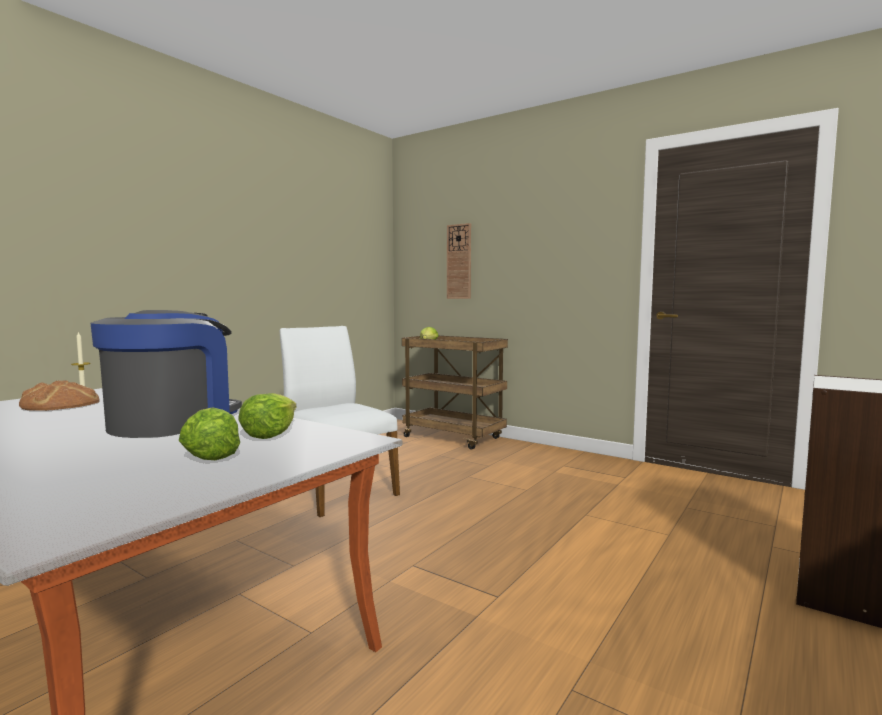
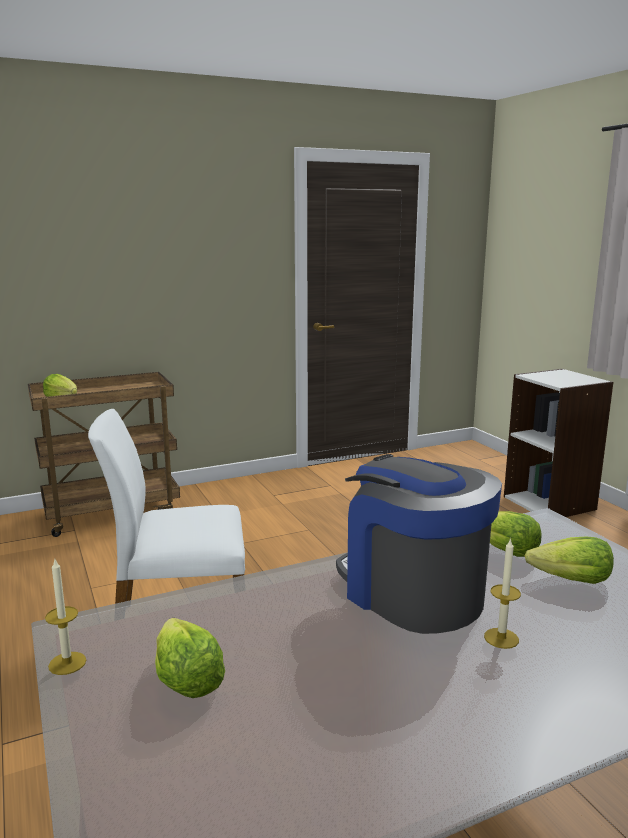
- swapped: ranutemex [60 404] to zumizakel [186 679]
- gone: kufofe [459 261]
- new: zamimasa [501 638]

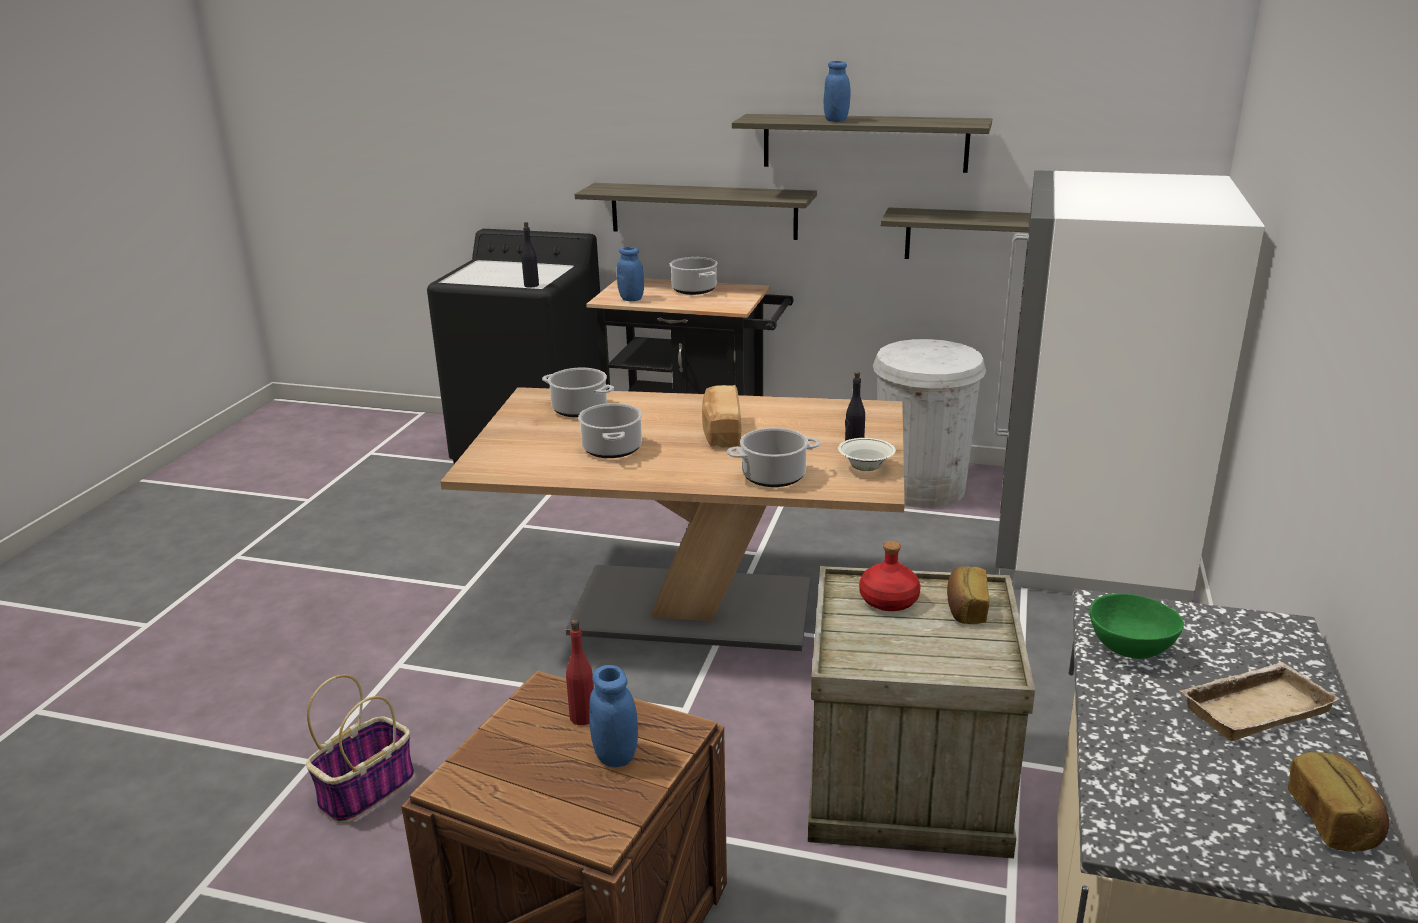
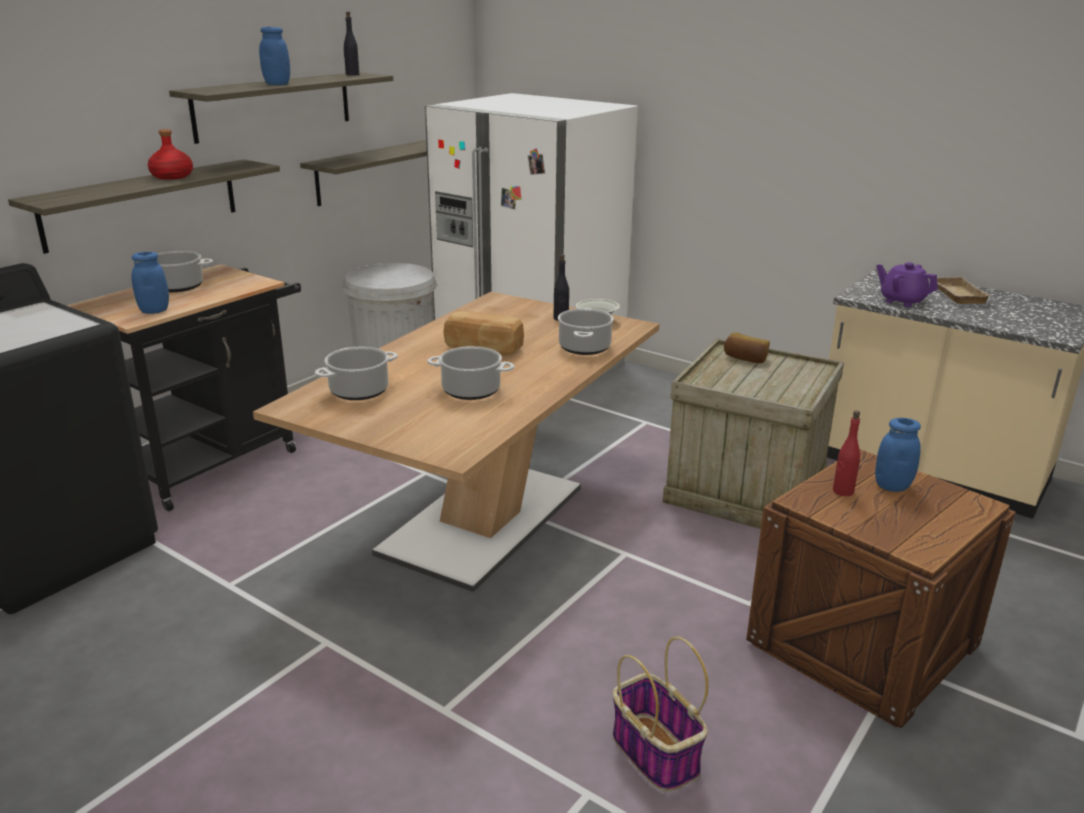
- shifted: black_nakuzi [531 285] to [352 74]
- shifted: red_nakuzi [889 600] to [172 176]
- swapped: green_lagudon [1131 650] to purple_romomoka [902 301]
- gone: ranutemex [1333 821]

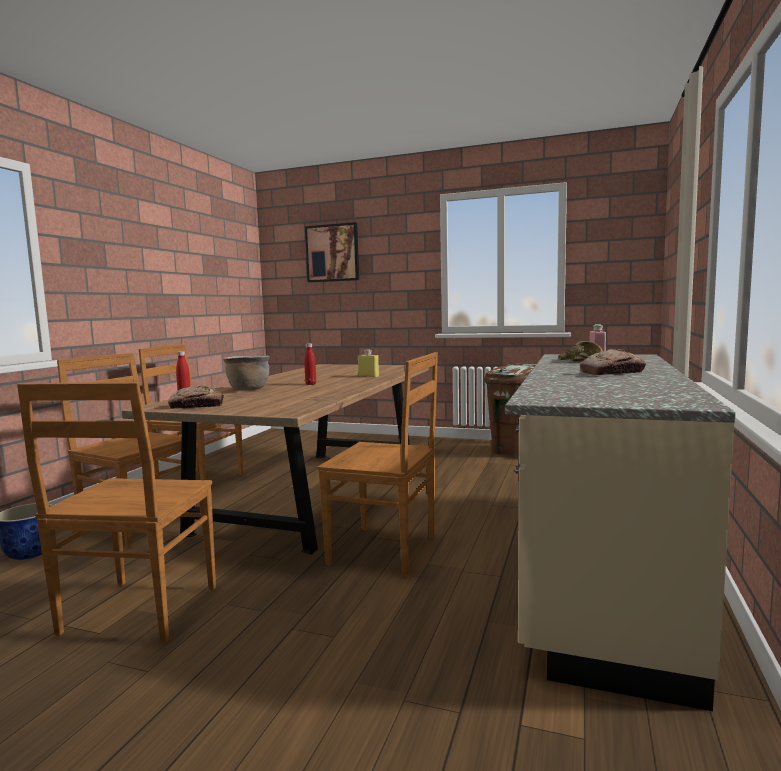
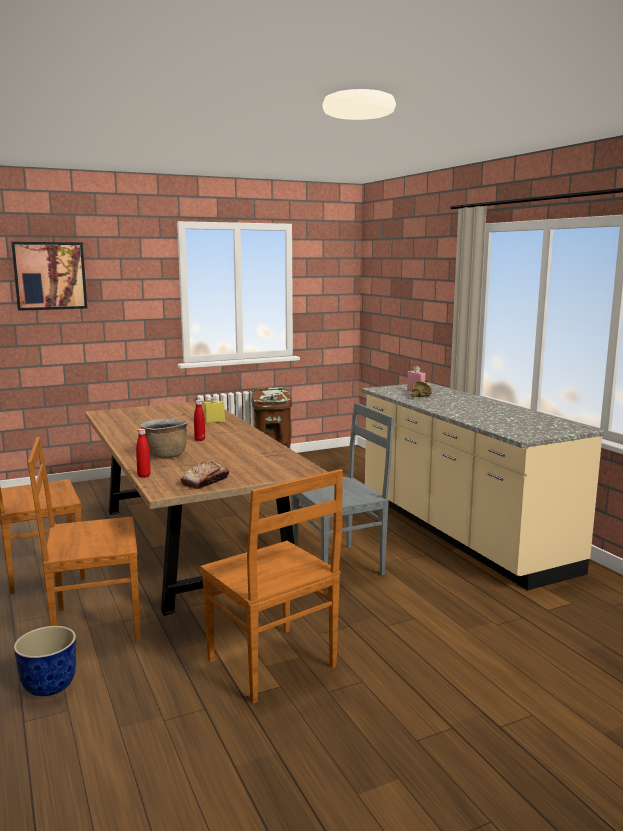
- repainted: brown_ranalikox [386 551] to grey_ranalikox [340 565]
- gone: ranutemex [612 373]

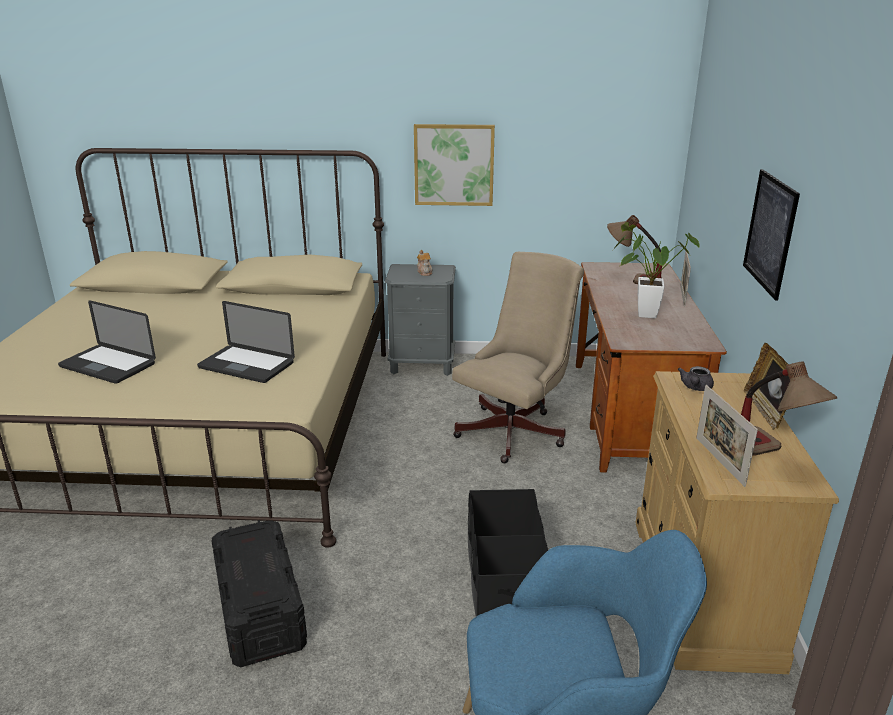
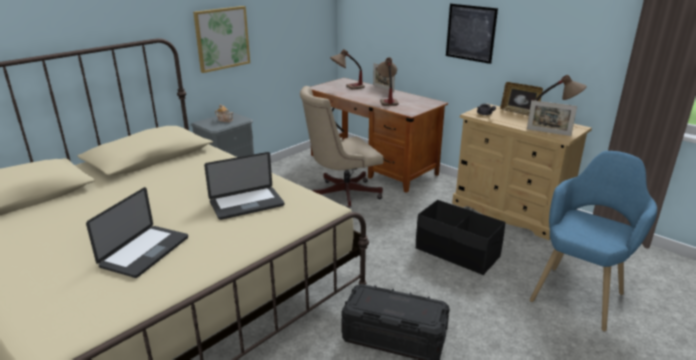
- rotated: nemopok [108 365] = [145 252] 45 degrees counterclockwise
- rotated: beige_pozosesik [516 430] = [341 195] 105 degrees counterclockwise
- swapped: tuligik [641 314] to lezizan [387 100]

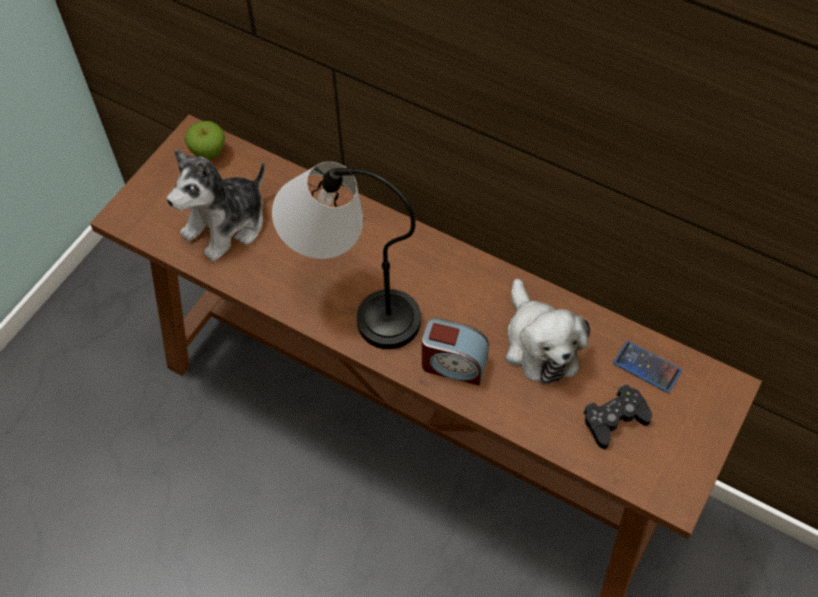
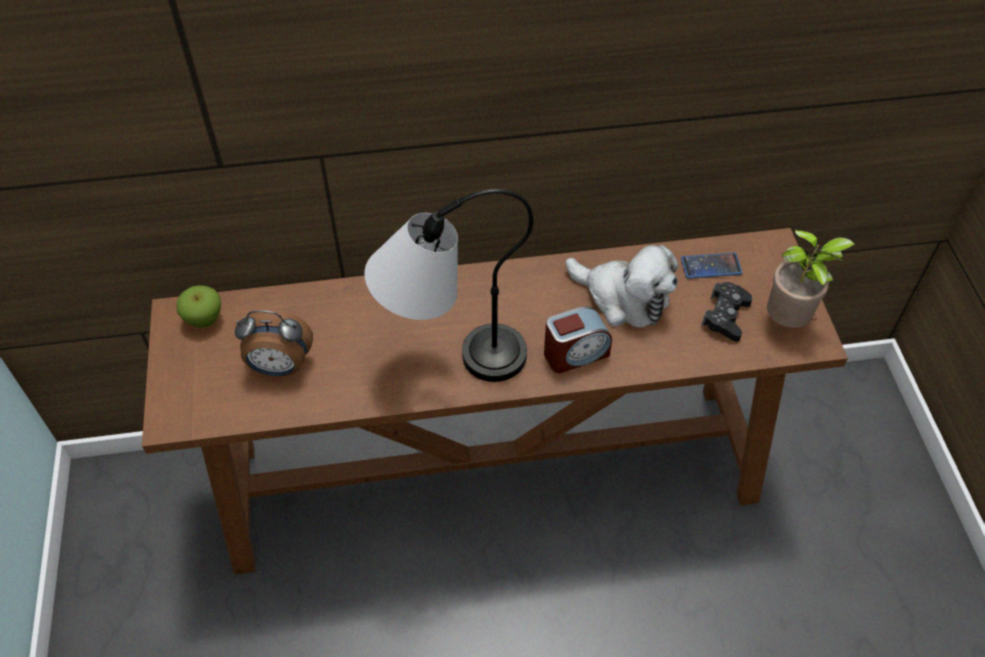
- swapped: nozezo [227 225] to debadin [280 367]
- new: tuligik [788 322]

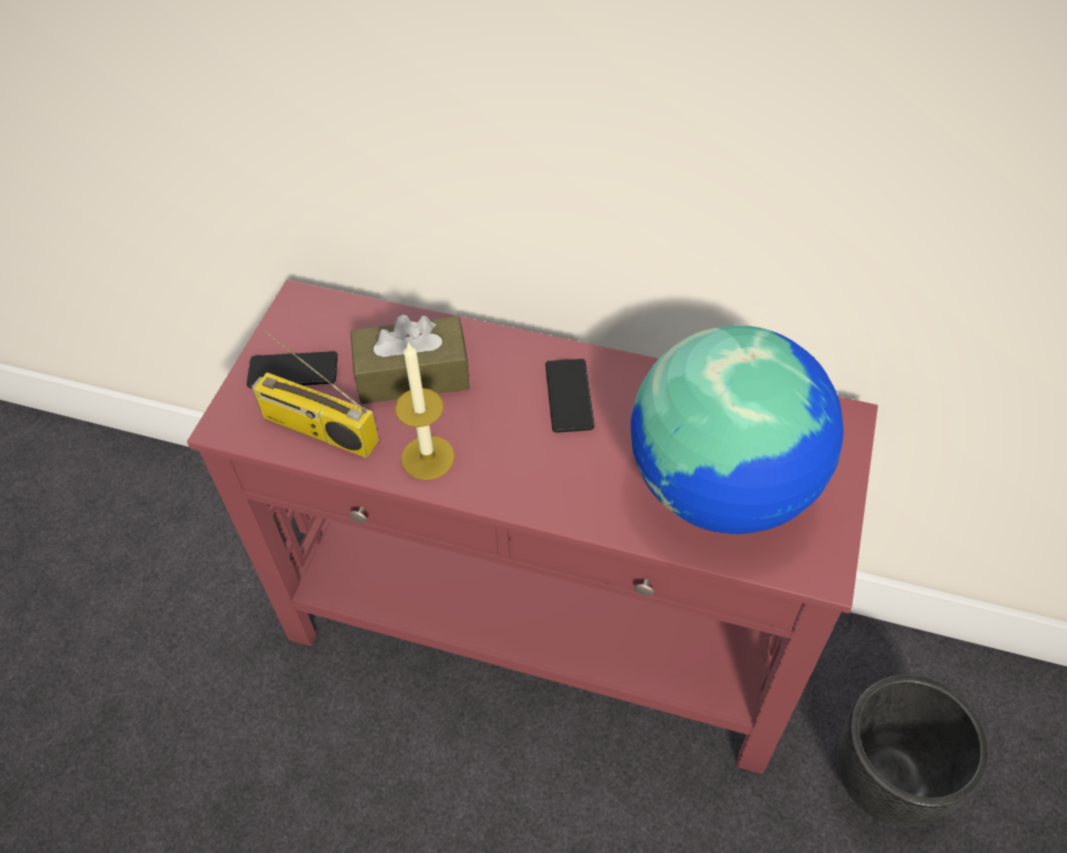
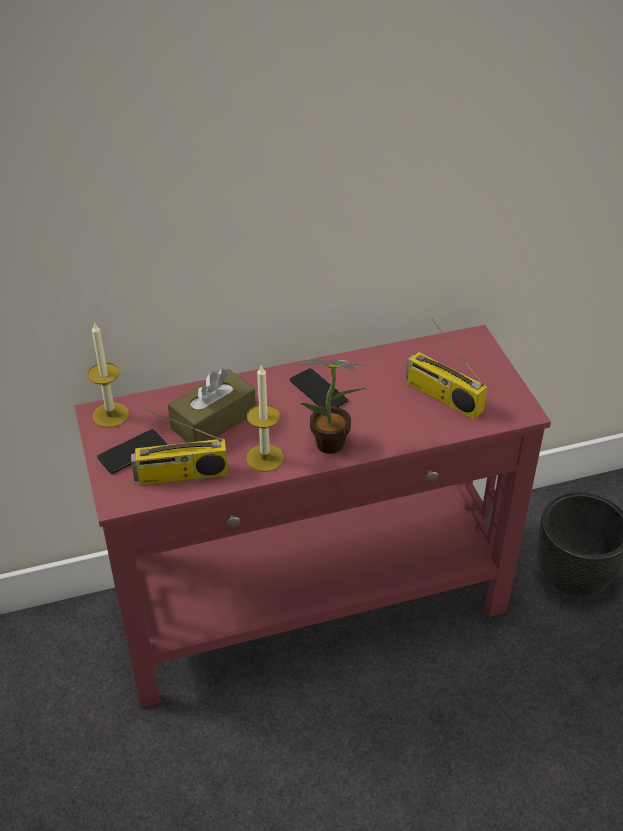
- swapped: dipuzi [723 487] to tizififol [442 397]
- new: zamimasa [110 415]
- new: tuligik [335 445]

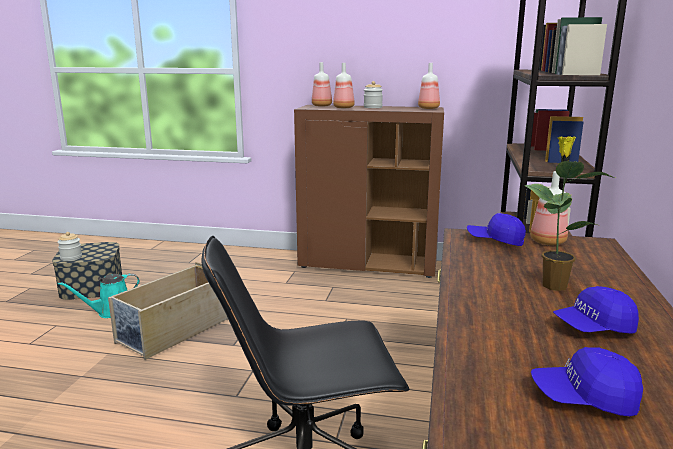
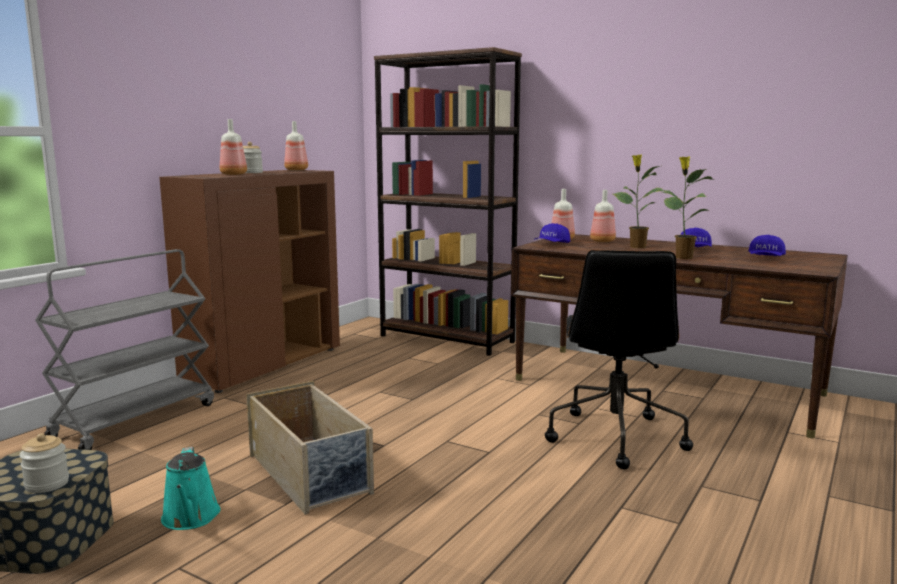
- shifted: nakuzi [322 106] to [601 241]
- new: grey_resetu [136 420]
- new: tuligik [682 257]

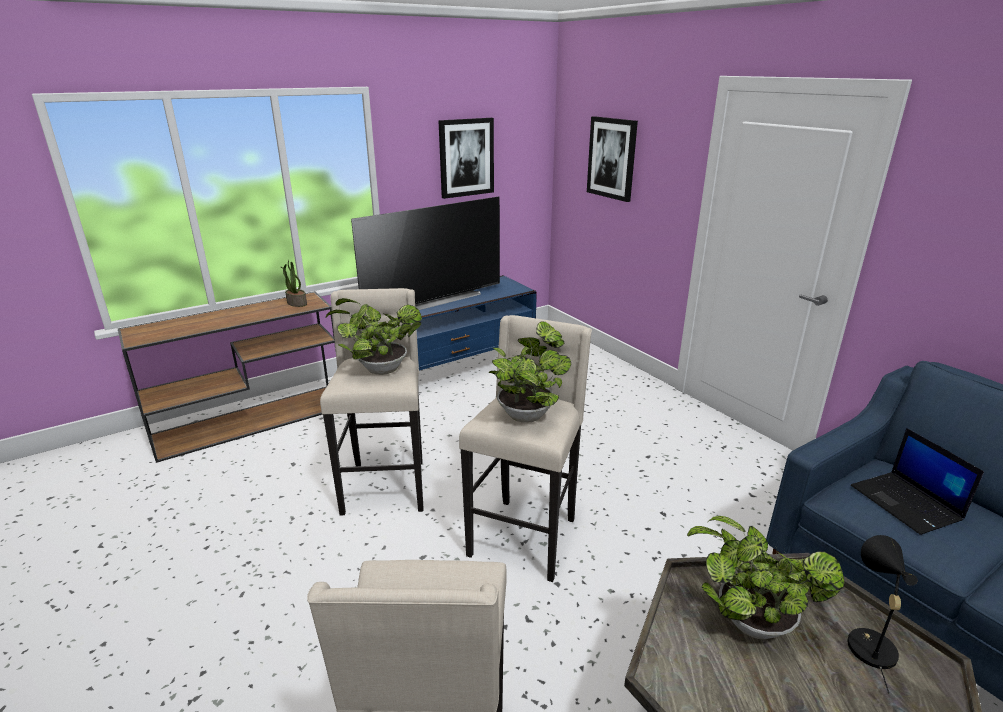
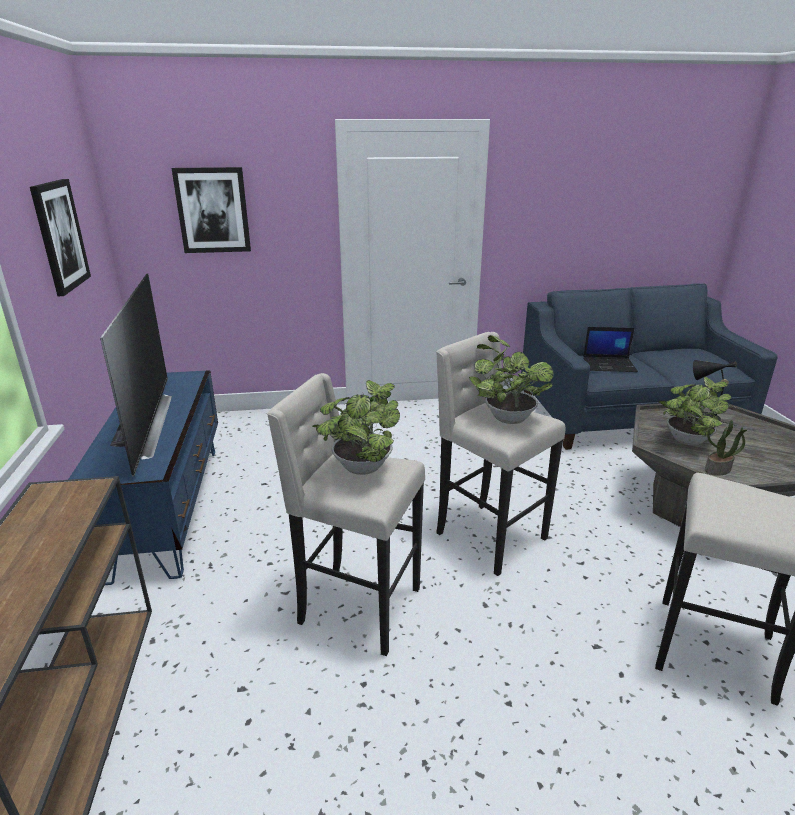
- shifted: tuligik [296 303] to [718 470]

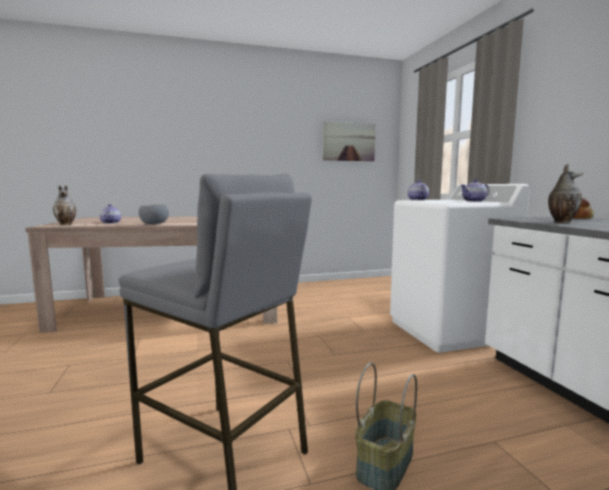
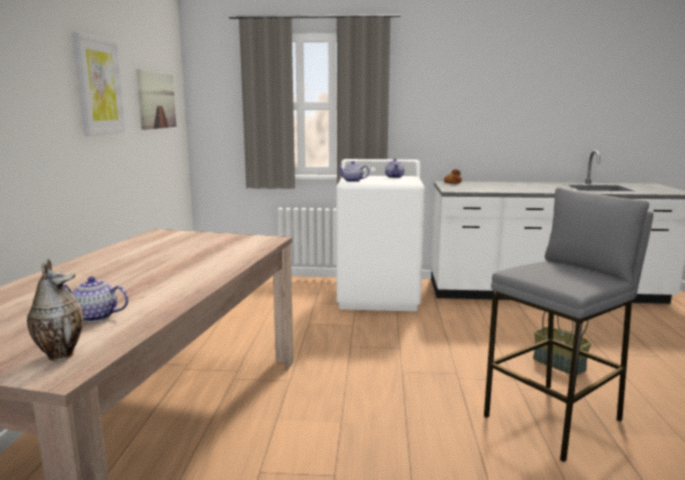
- gone: grey_lagudon [154 224]
- gone: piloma [561 222]
- new: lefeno [99 86]

